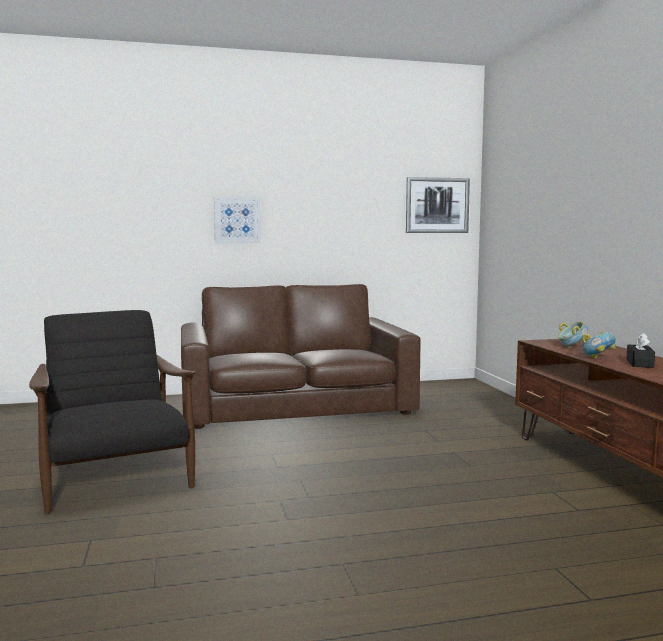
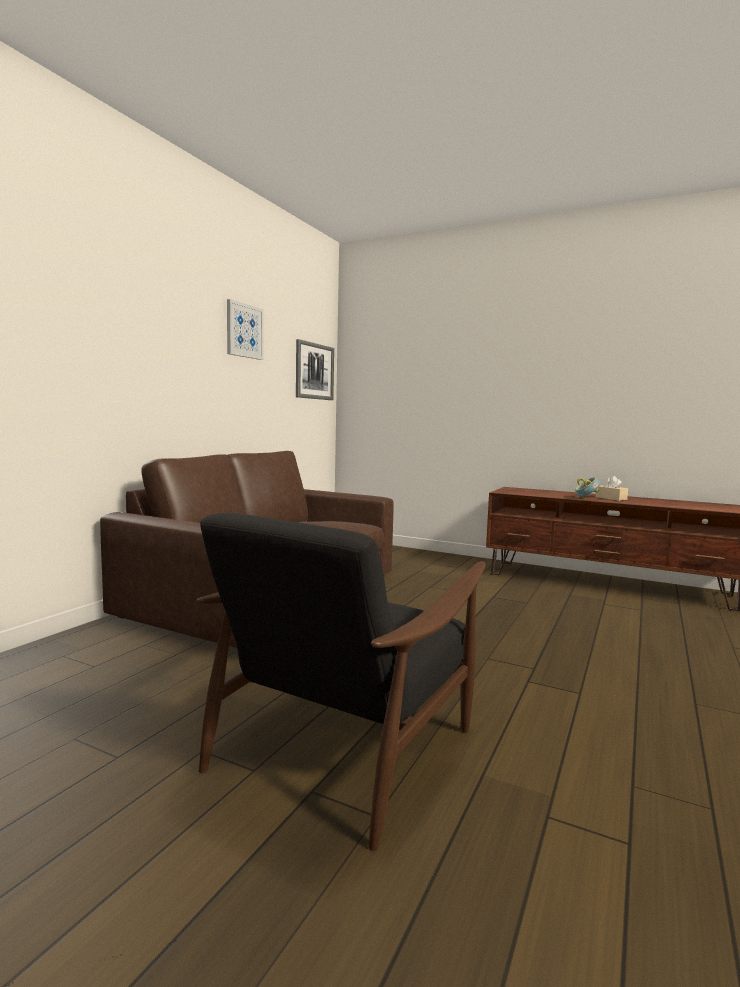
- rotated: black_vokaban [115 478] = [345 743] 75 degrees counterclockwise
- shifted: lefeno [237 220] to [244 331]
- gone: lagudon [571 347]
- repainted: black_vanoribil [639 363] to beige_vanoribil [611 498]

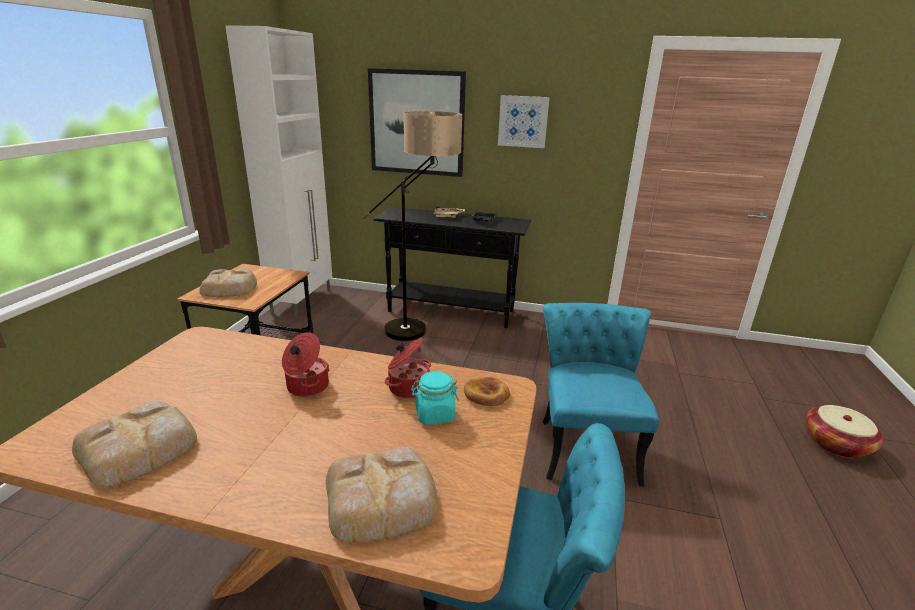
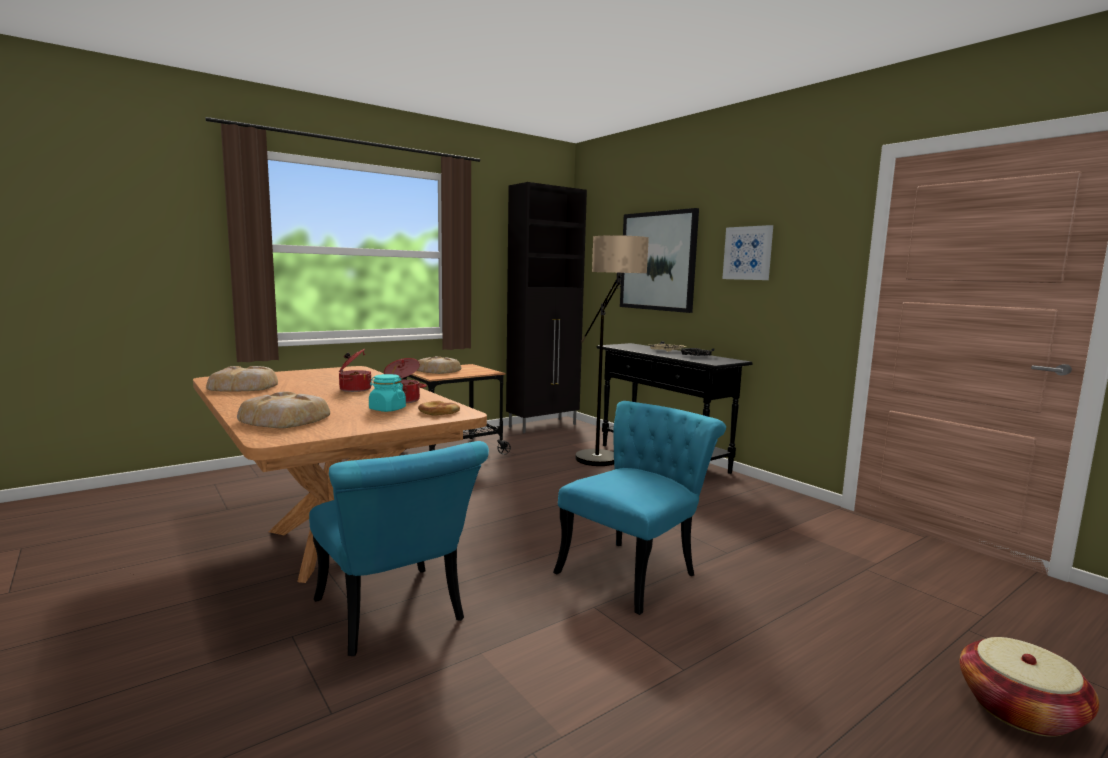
- repainted: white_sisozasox [303 302] to black_sisozasox [544 425]

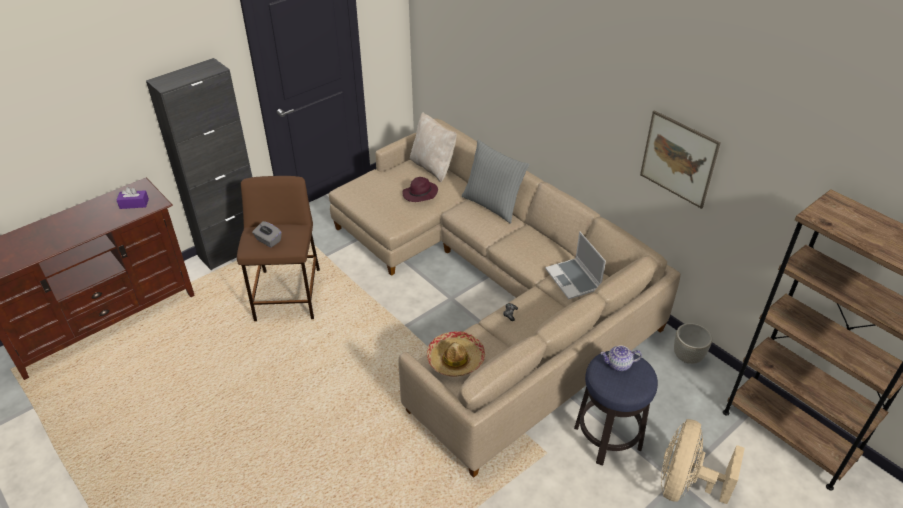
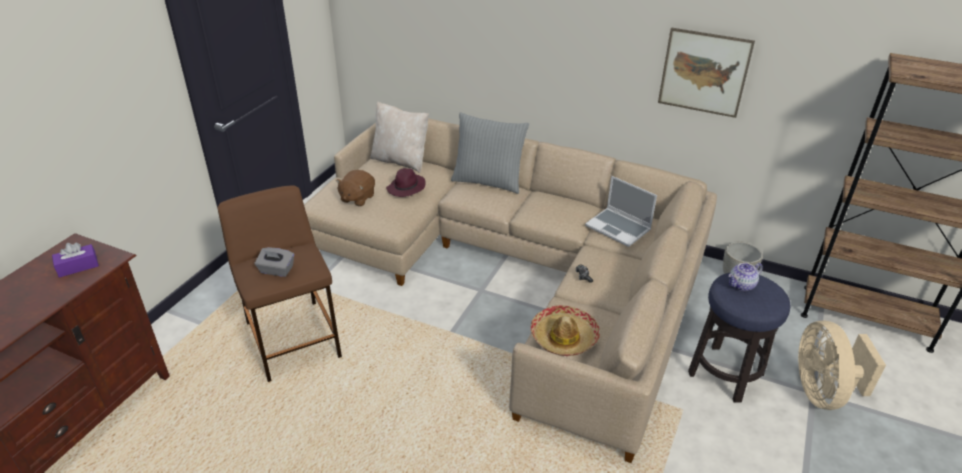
- gone: black_sisozasox [232 249]
- new: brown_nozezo [357 198]

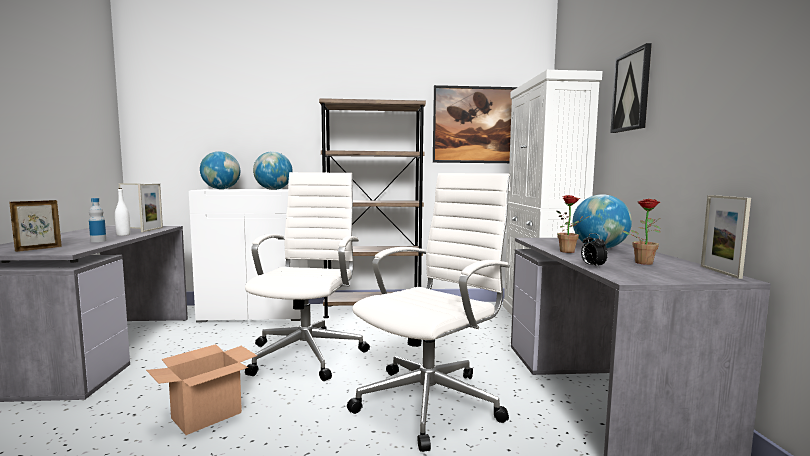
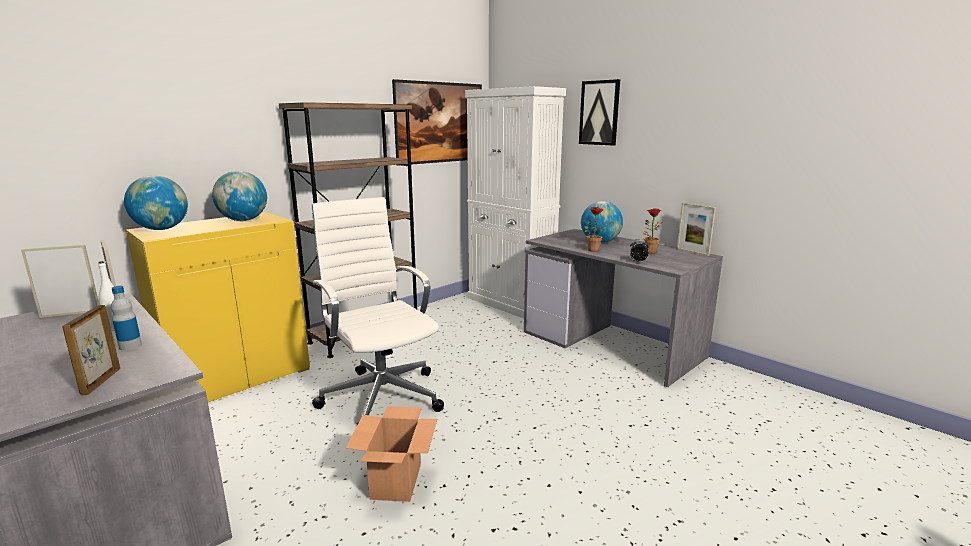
- repainted: white_sisozasox [256 313] to yellow_sisozasox [237 378]
- gone: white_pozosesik [432 401]

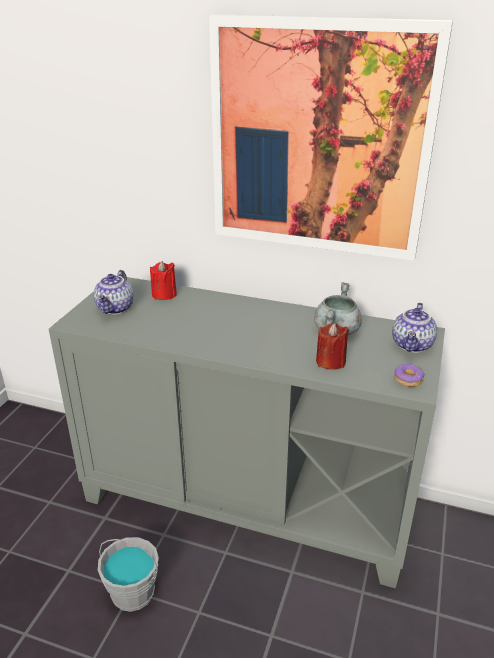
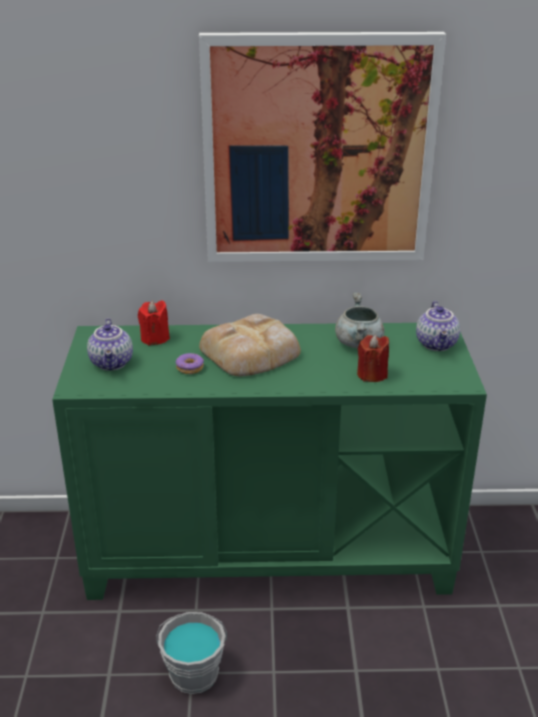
- repainted: grey_sisozasox [248 500] to green_sisozasox [269 552]
- shifted: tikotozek [408 380] to [190 368]
- new: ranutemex [252 353]

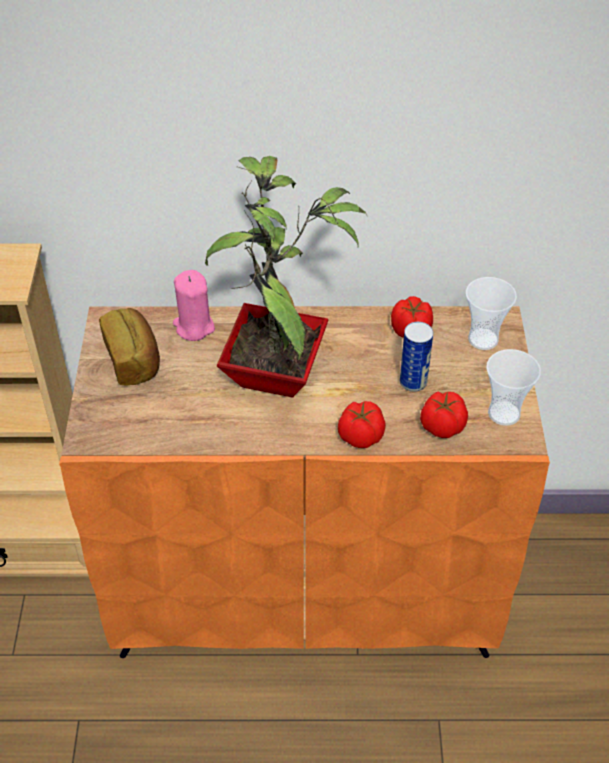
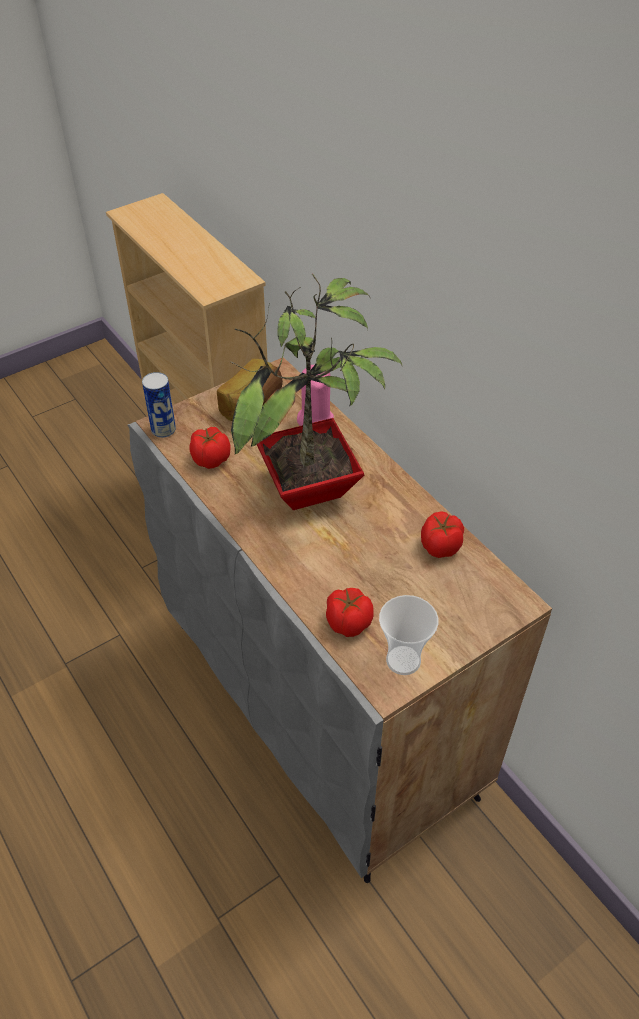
- repainted: orange_sisozasox [306 591] to grey_sisozasox [322 708]
- shifted: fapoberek [360 436] to [210 459]
- shifted: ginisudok [413 382] to [163 430]
- gone: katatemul [483 339]

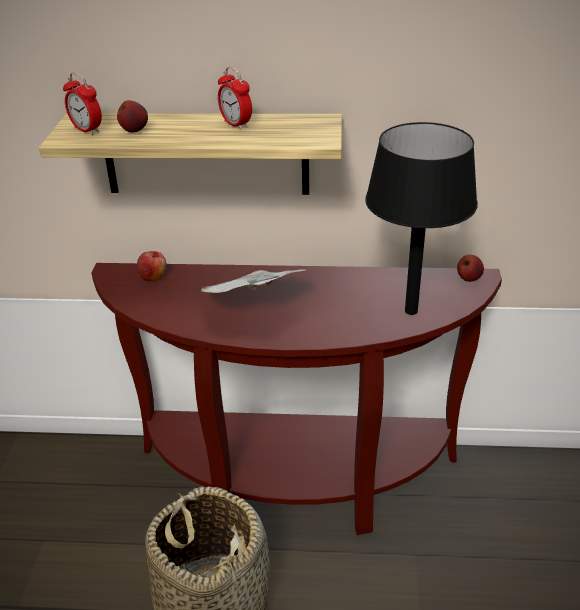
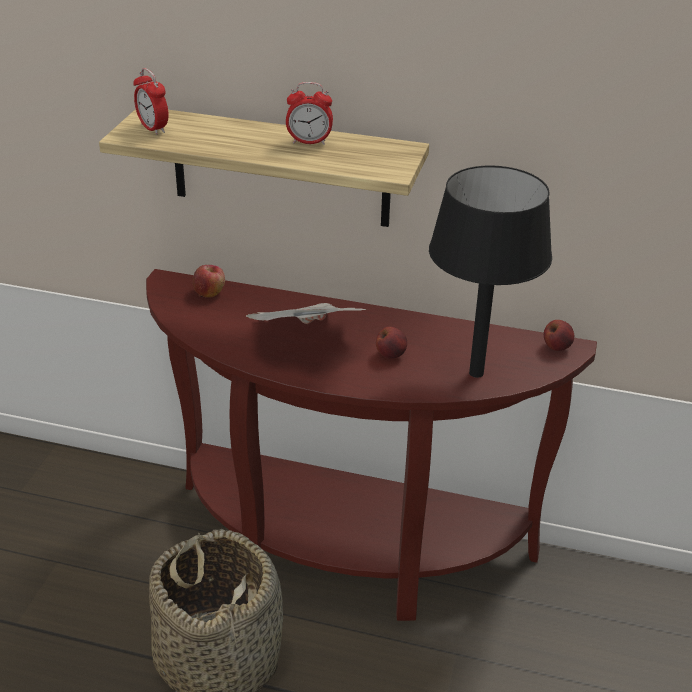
- shifted: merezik [134 130] to [390 355]
- rotated: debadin [236 124] = [309 142] 60 degrees counterclockwise

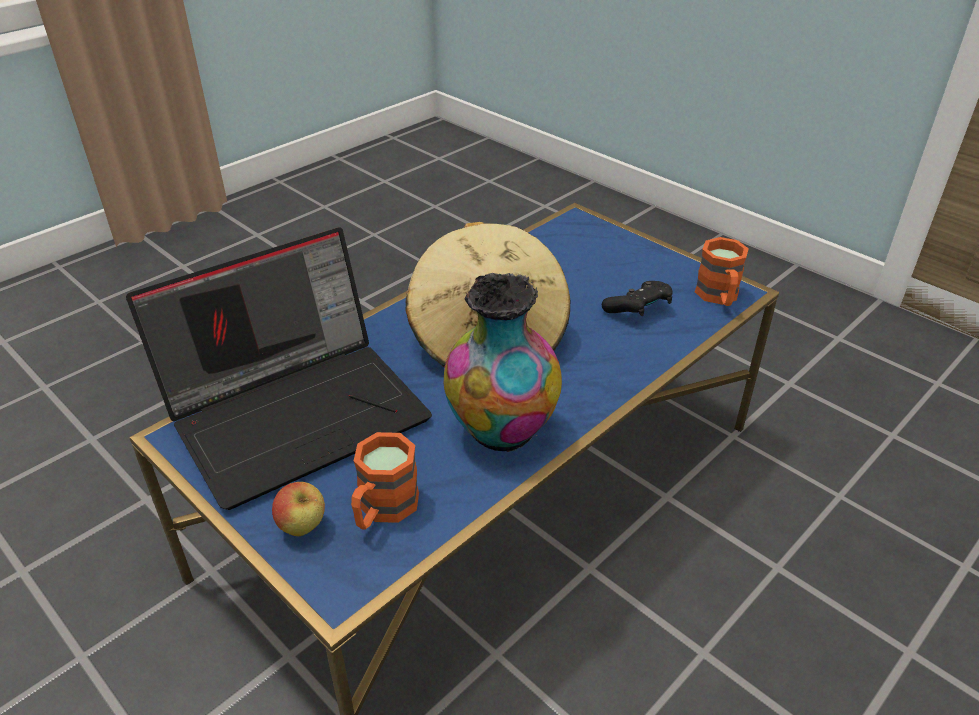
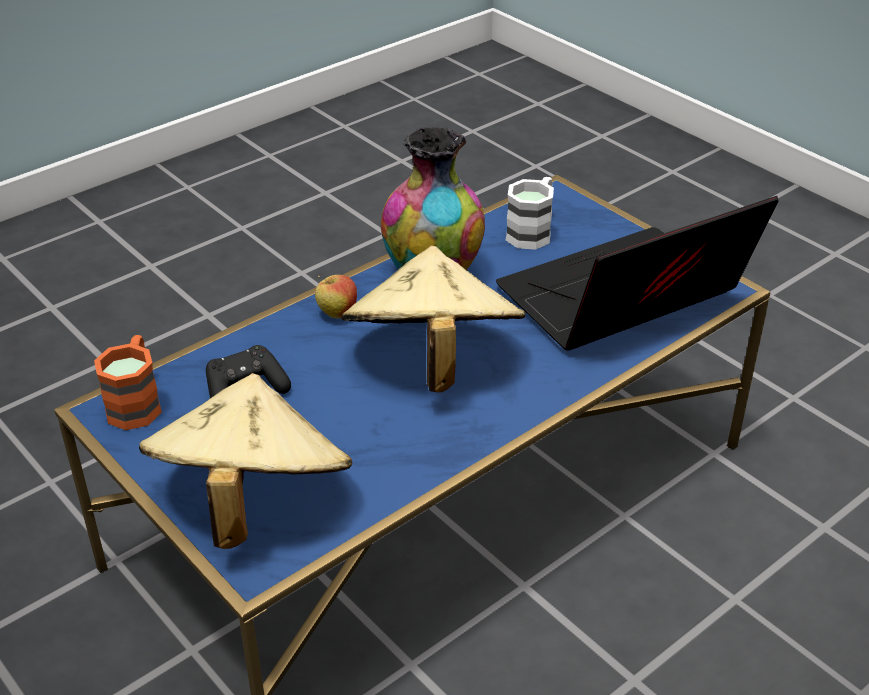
- shifted: merezik [302 527] to [337 314]
- repainted: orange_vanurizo [383 510] to white_vanurizo [532 231]
- new: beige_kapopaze [251 501]

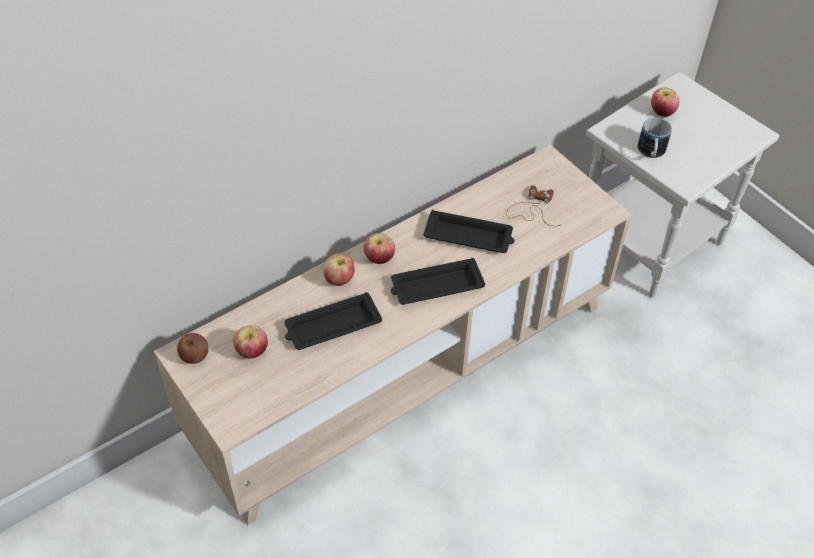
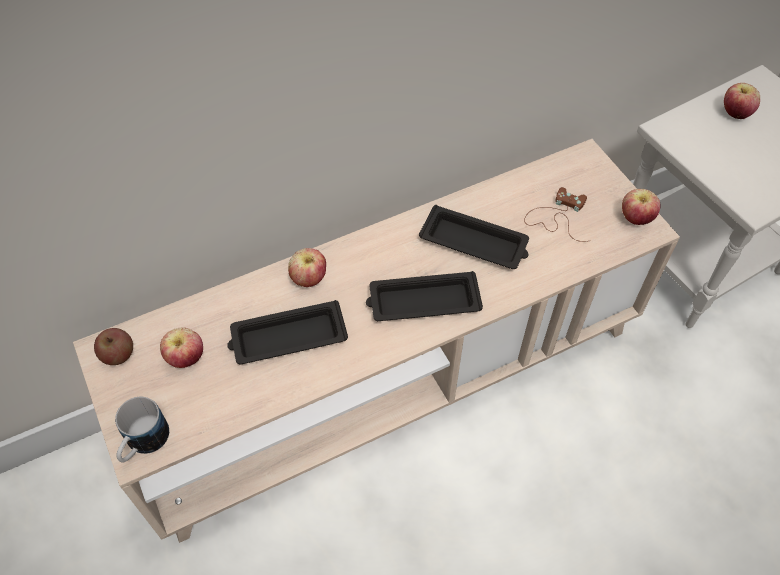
- shifted: merezik [379 259] to [635 218]
- shifted: vanurizo [651 153] to [143 443]

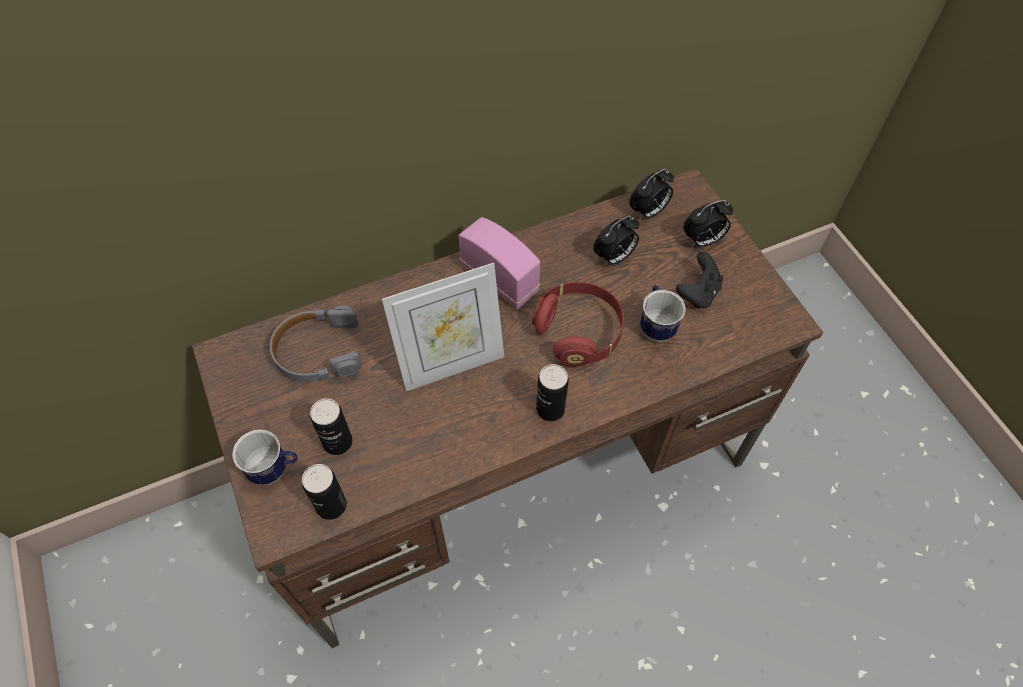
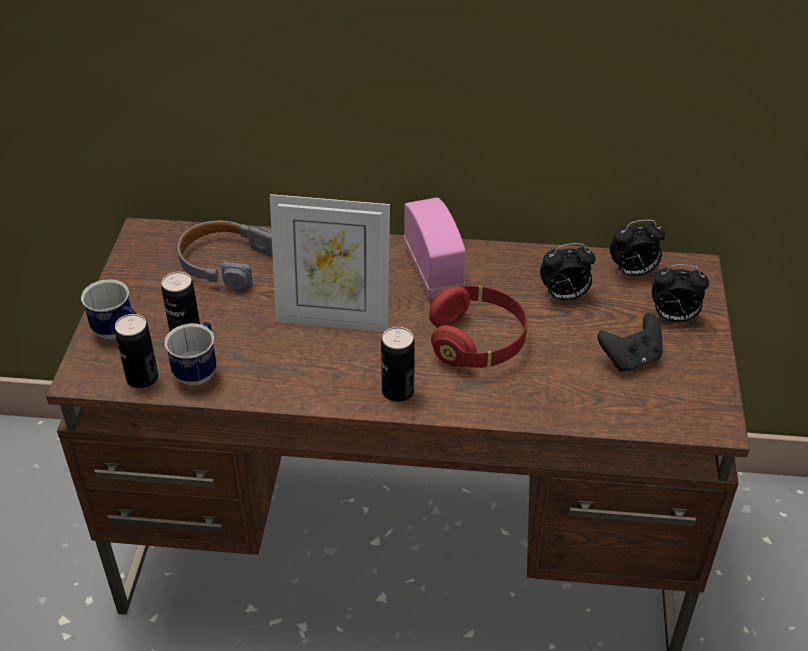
- shifted: vanurizo [656 325] to [199 370]

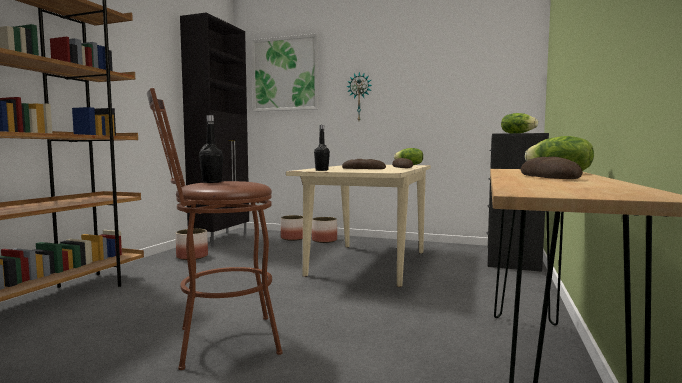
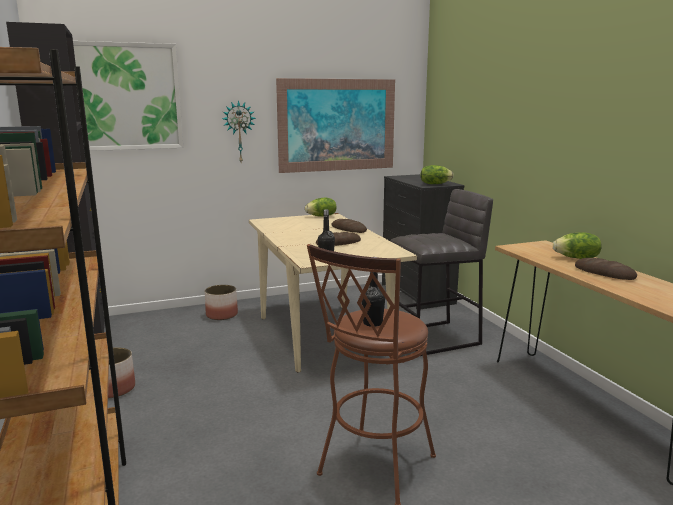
- gone: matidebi [293 238]
- new: lefeno [337 125]
- new: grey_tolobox [434 338]

